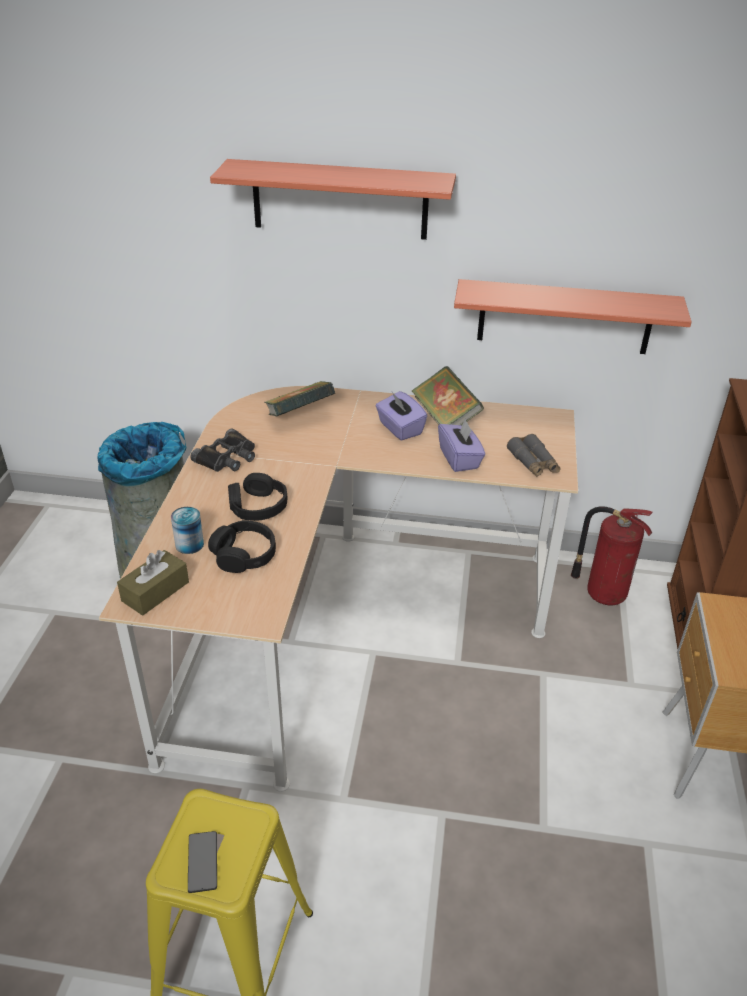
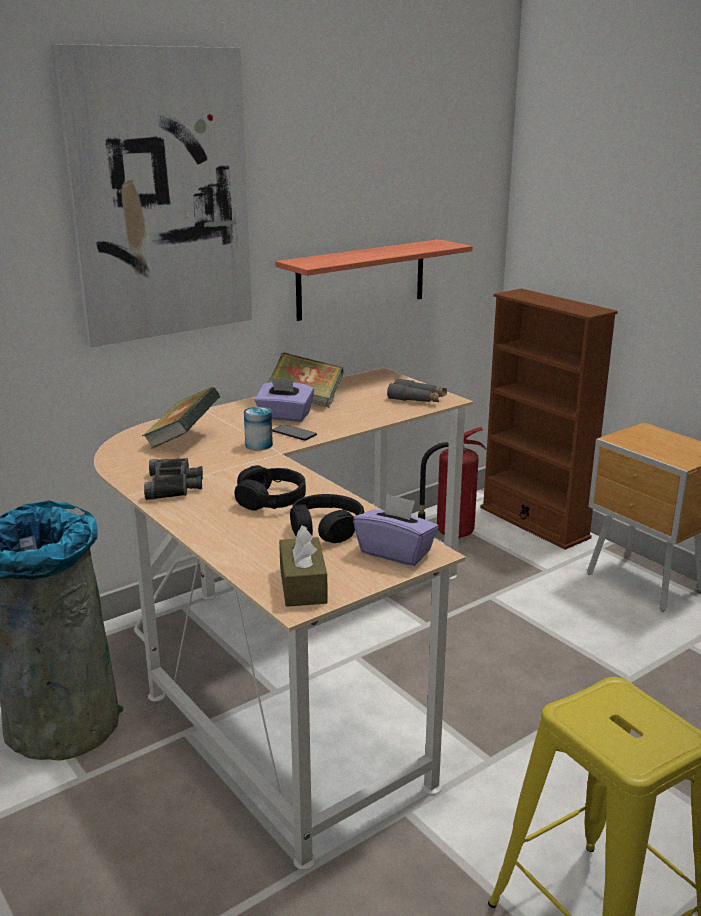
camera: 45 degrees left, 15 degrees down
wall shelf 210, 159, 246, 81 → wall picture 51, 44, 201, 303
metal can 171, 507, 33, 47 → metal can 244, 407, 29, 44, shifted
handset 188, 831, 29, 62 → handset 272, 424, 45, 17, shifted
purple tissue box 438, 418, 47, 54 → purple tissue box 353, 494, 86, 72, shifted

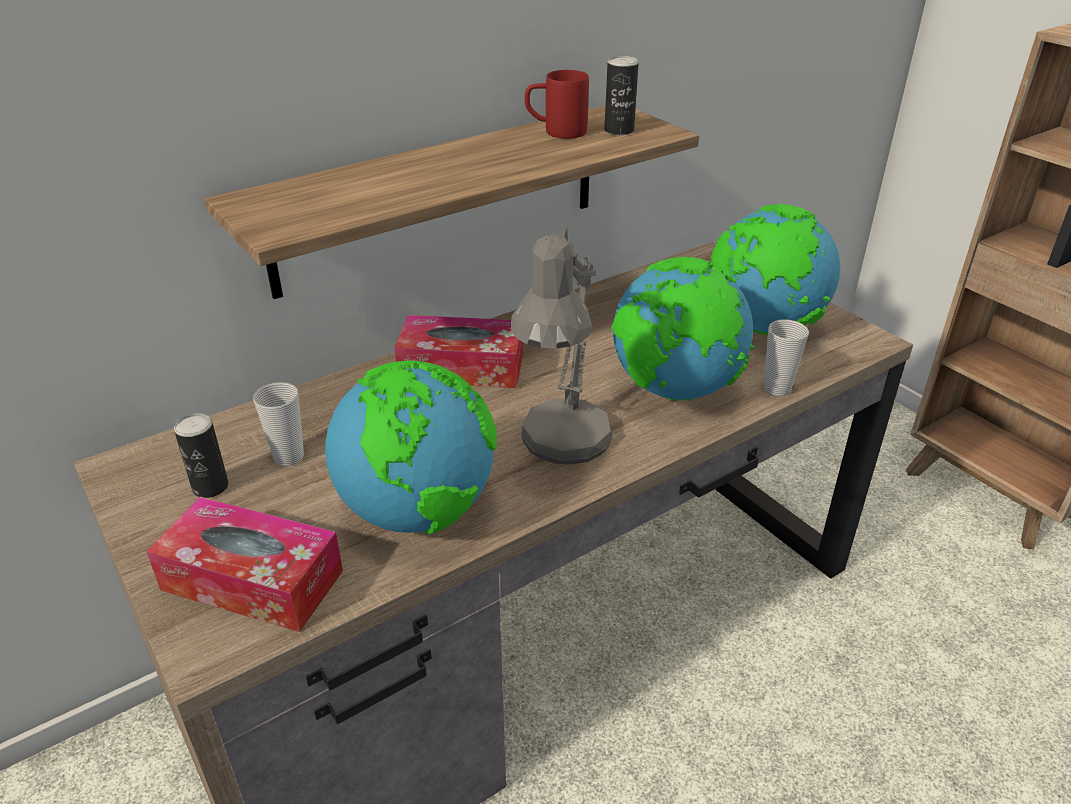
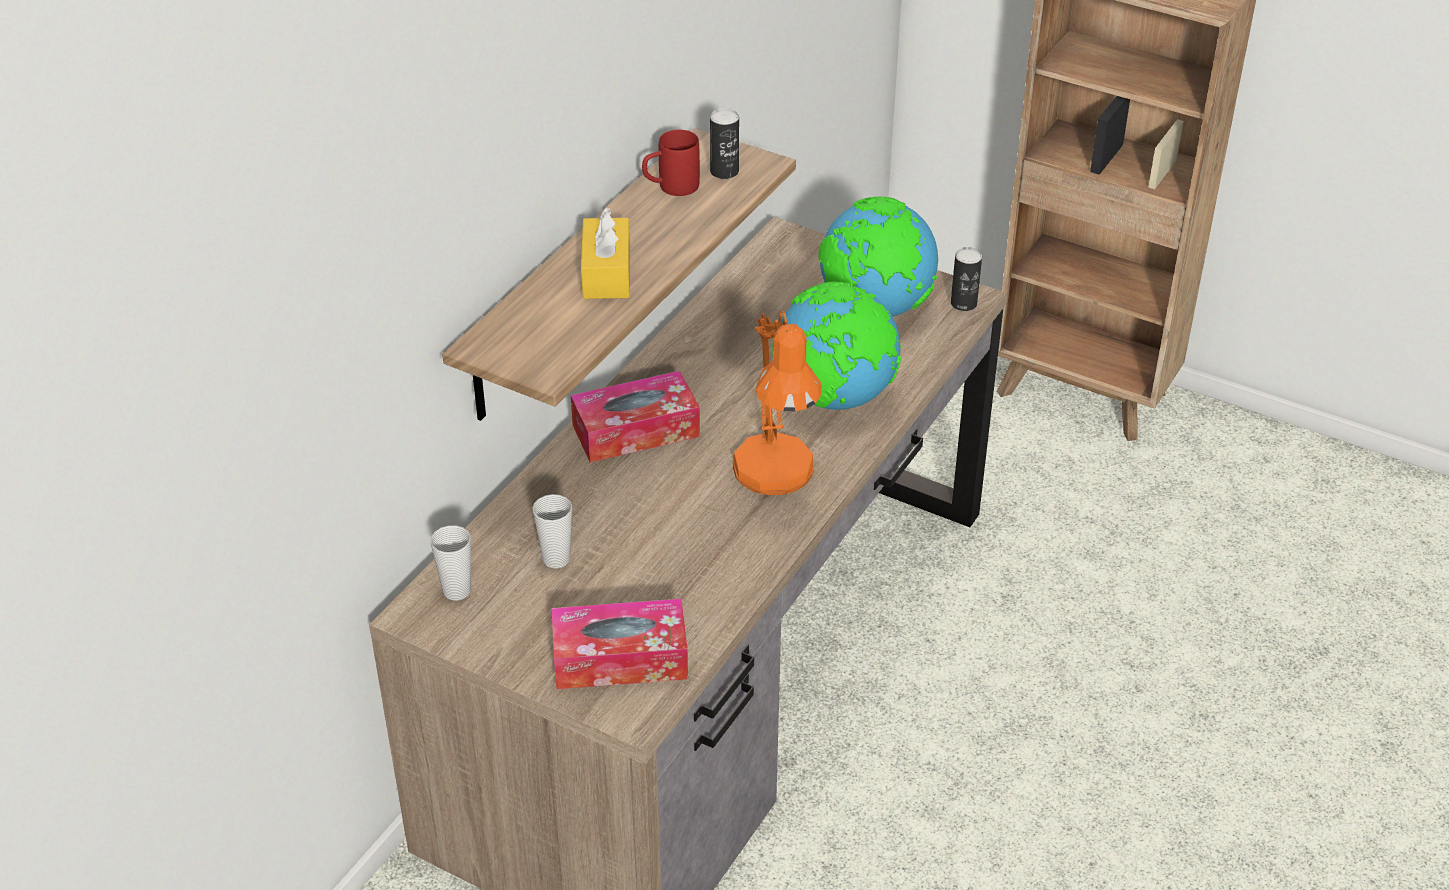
camera: 25 degrees left, 5 degrees up
small cup 764, 319, 45, 77 → small cup 430, 525, 41, 75, shifted
- → yellow tissue box 581, 208, 49, 91
grey table lamp 511, 227, 102, 238 → orangey table lamp 733, 311, 89, 184
metal can 174, 413, 54, 85 → metal can 951, 247, 31, 64, shifted
world globe 325, 361, 172, 173 → -

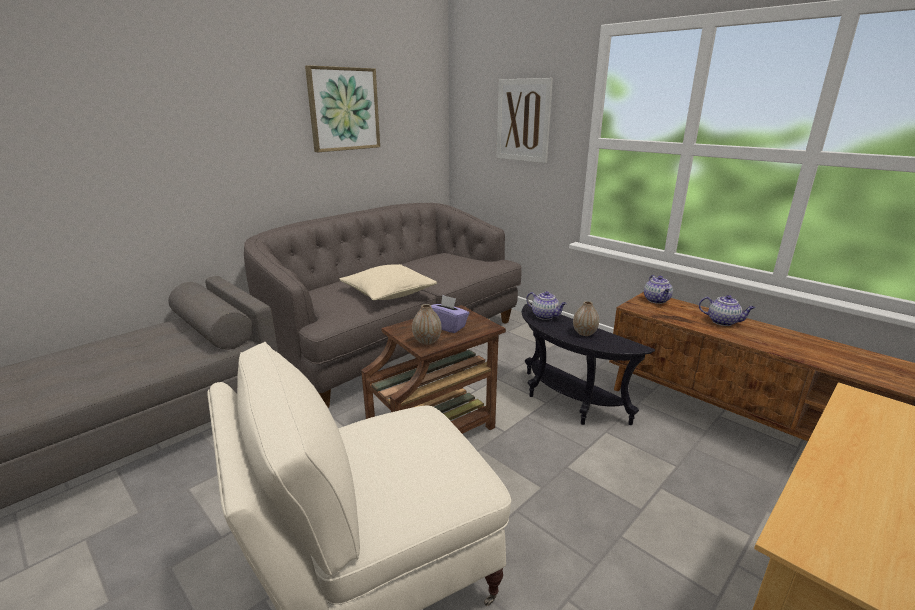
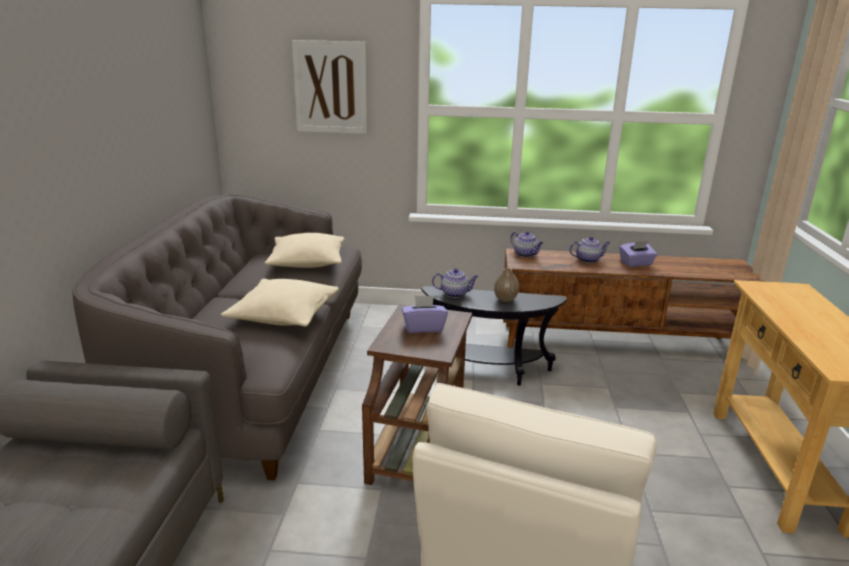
camera: 40 degrees left, 0 degrees up
- → sand-coloured cushion 264, 233, 80, 35
- → purple tissue box 619, 241, 38, 26
wall picture 305, 65, 75, 87 → -
decorative vase 412, 304, 30, 41 → -

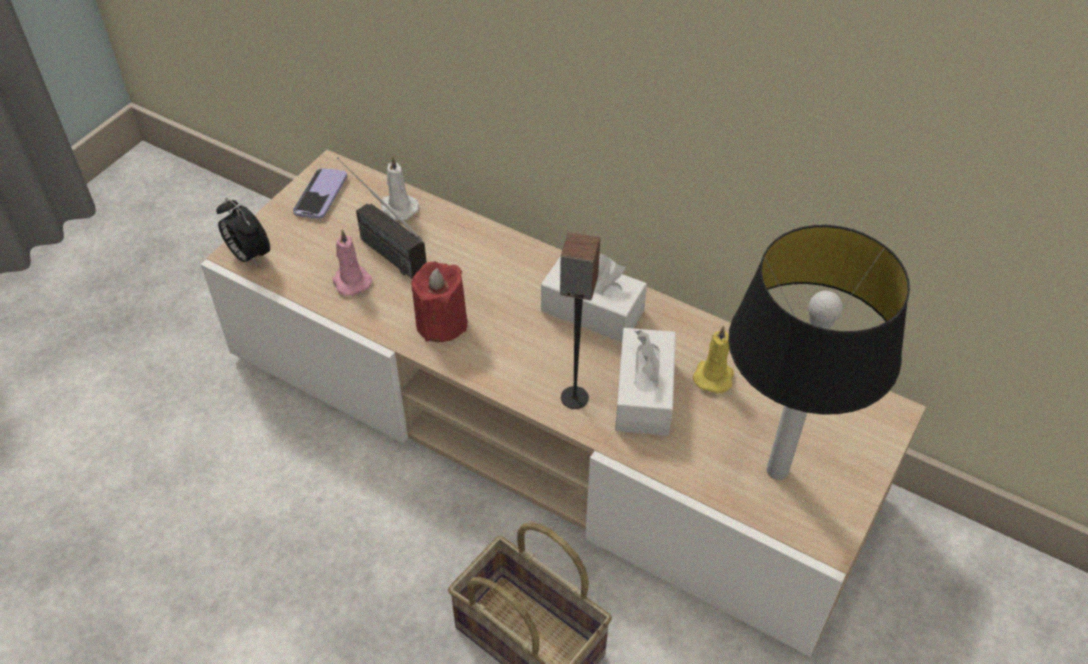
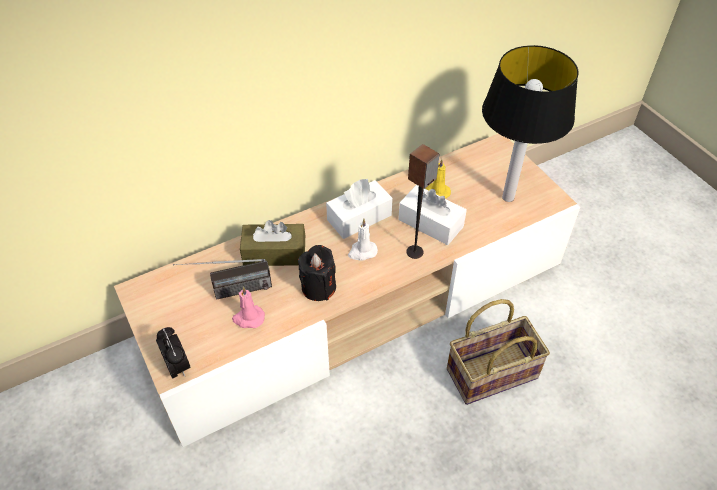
camera: 60 degrees left, 0 degrees up
table clock 216, 198, 54, 69 → table clock 156, 327, 35, 52, 105 degrees counterclockwise
- → brown tissue box 240, 220, 65, 46
reddish wax light 411, 261, 56, 81 → black-coloured wax light 298, 245, 38, 56
white-coloured wax light 381, 156, 38, 65 → white-coloured wax light 348, 219, 30, 42, shifted
handset 293, 168, 54, 51 → -

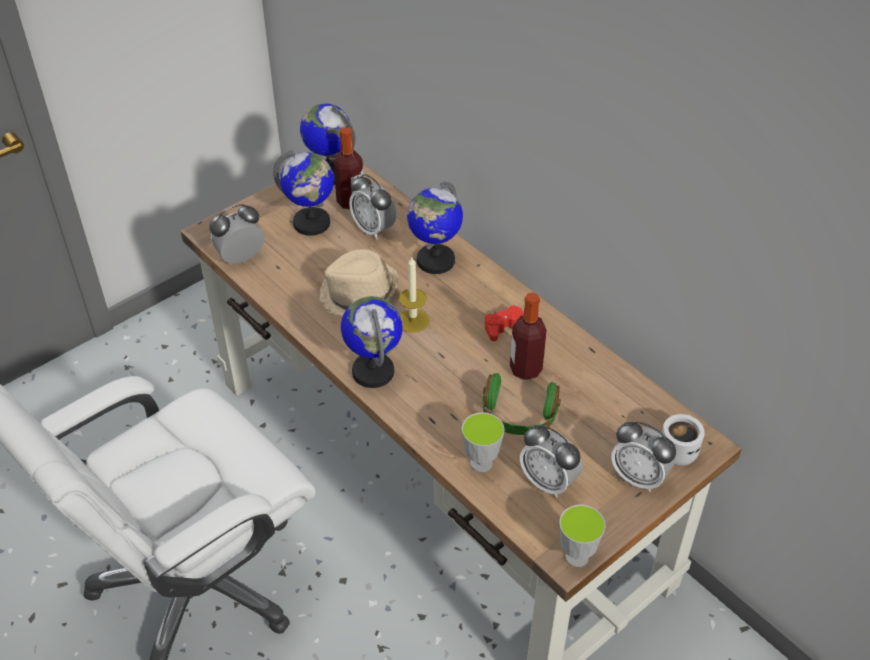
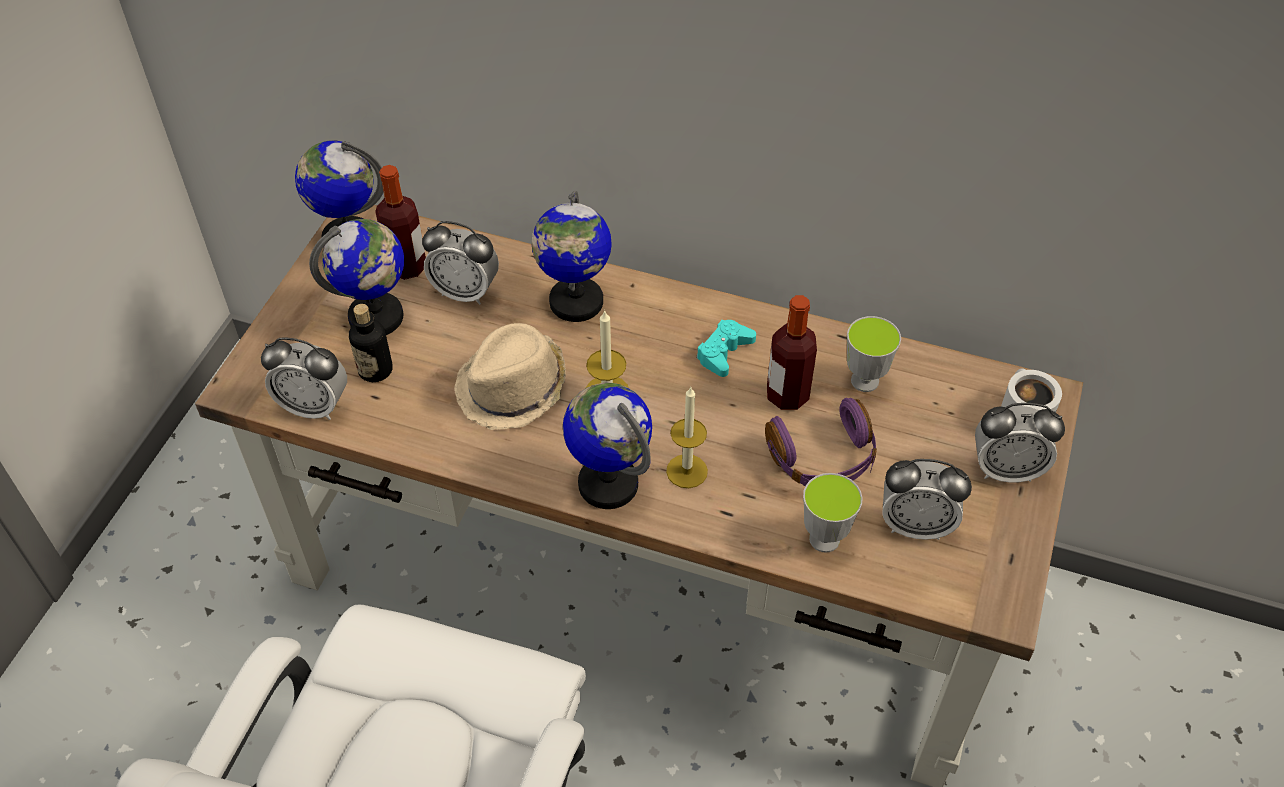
camera: 30 degrees left, 5 degrees up
table clock 209, 204, 55, 60 → table clock 261, 337, 86, 83, 105 degrees counterclockwise
- → beverage bottle 349, 304, 43, 78
- → wax light 666, 386, 42, 102
reddish joypad 485, 305, 39, 36 → turquoise-coloured joypad 696, 320, 60, 57
green-coloured headset 482, 373, 79, 62 → purple headset 765, 398, 112, 88
small cup 559, 505, 47, 62 → small cup 847, 316, 54, 76, shifted

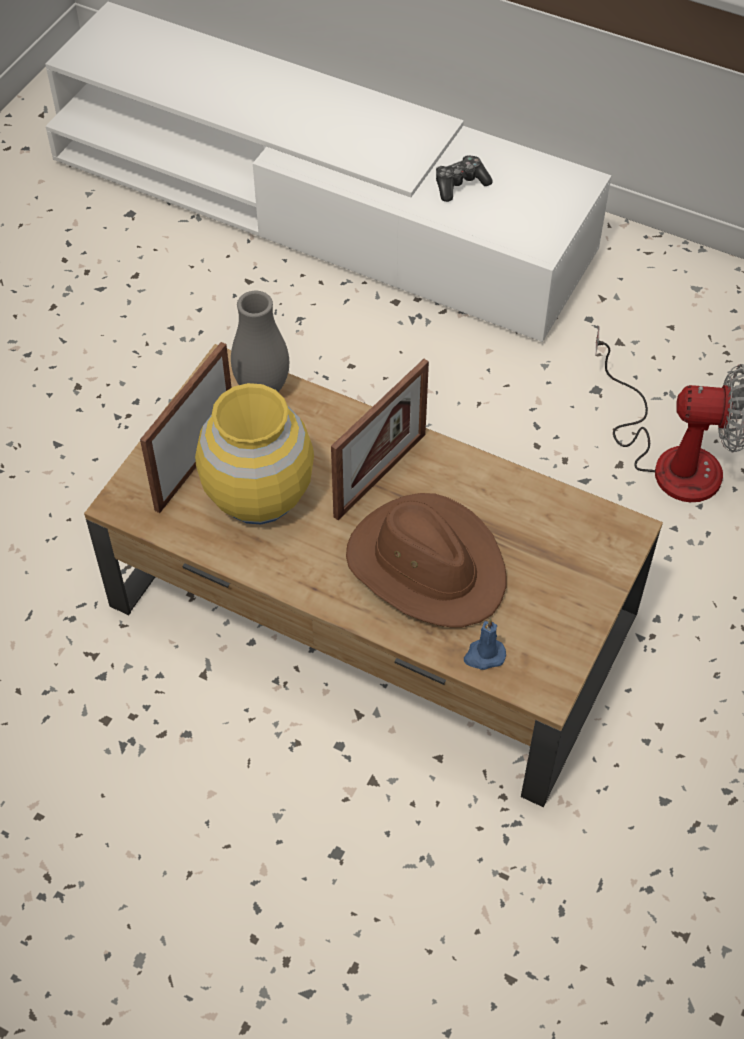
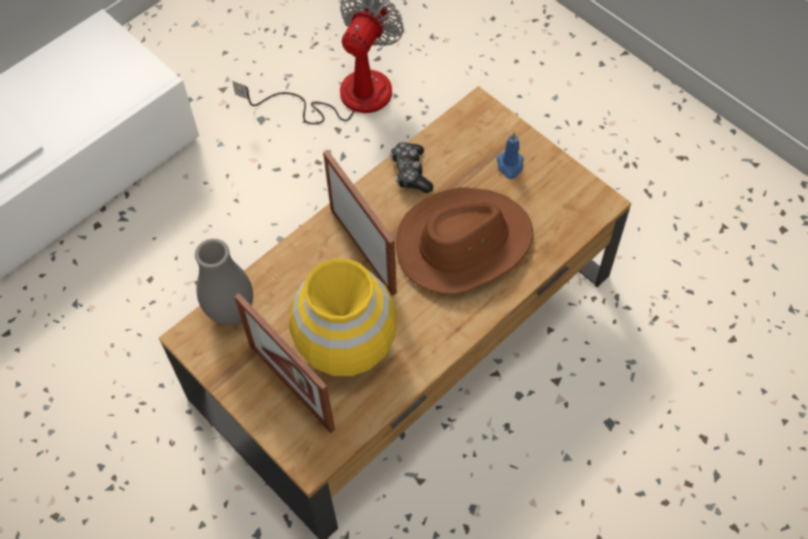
camera: 70 degrees left, 5 degrees up
joypad 436, 155, 57, 47 → joypad 390, 142, 43, 51, shifted
bluish wax light 464, 618, 42, 52 → bluish wax light 497, 132, 27, 47, shifted

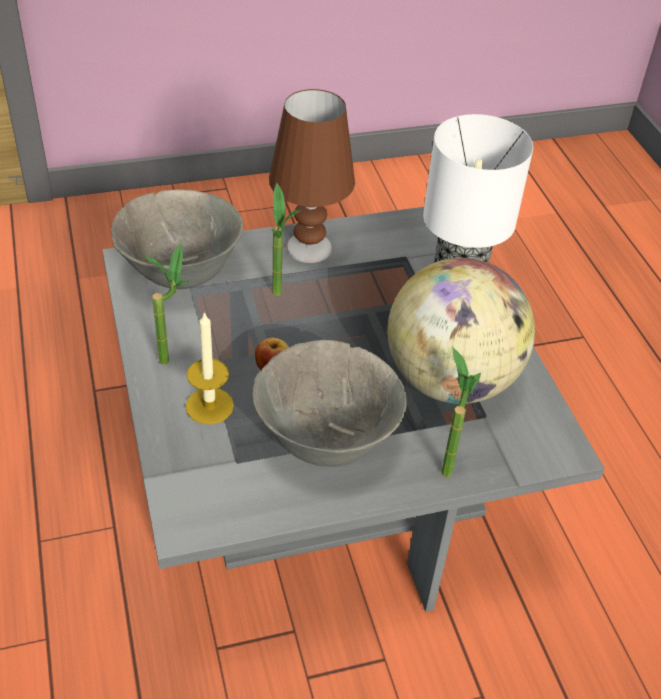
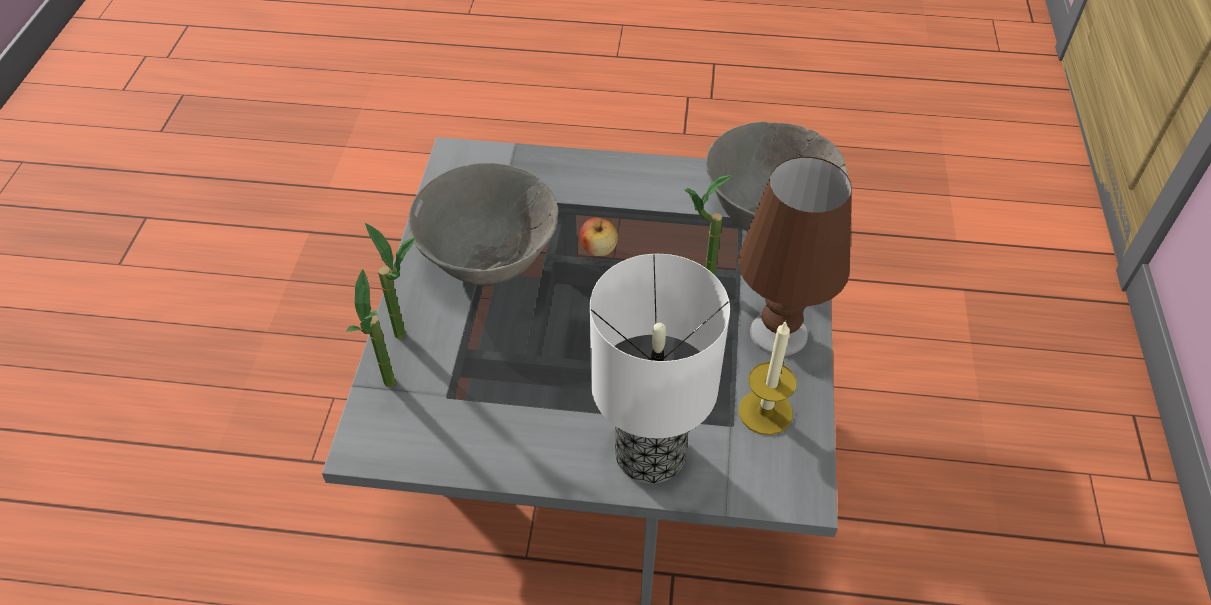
camera: 115 degrees right, 5 degrees up
potted plant 143, 243, 46, 122 → potted plant 346, 269, 50, 118, shifted
wax light 186, 311, 48, 113 → wax light 739, 320, 57, 115, shifted
world globe 388, 258, 147, 146 → -

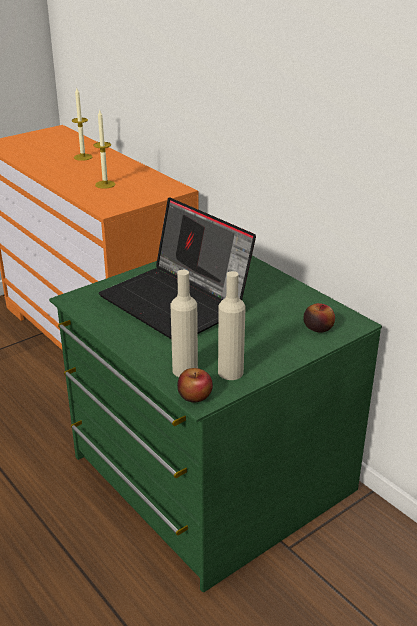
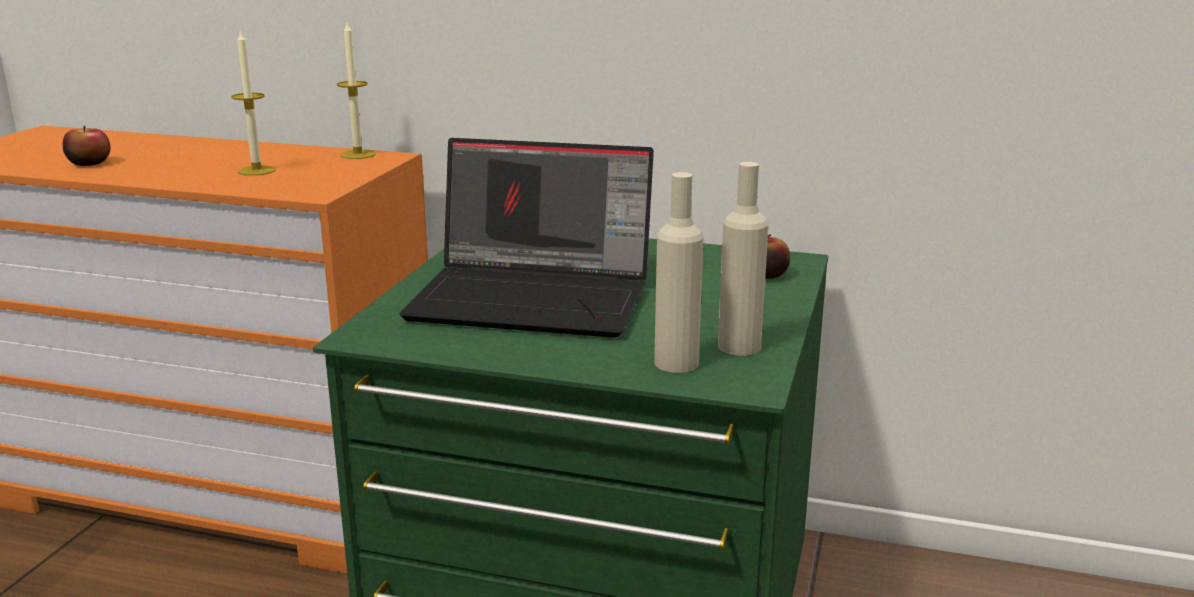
camera: 35 degrees left, 10 degrees down
apple fruit 177, 368, 36, 34 → apple fruit 63, 126, 48, 40, shifted
wax light 72, 88, 20, 73 → wax light 337, 23, 39, 136, shifted

